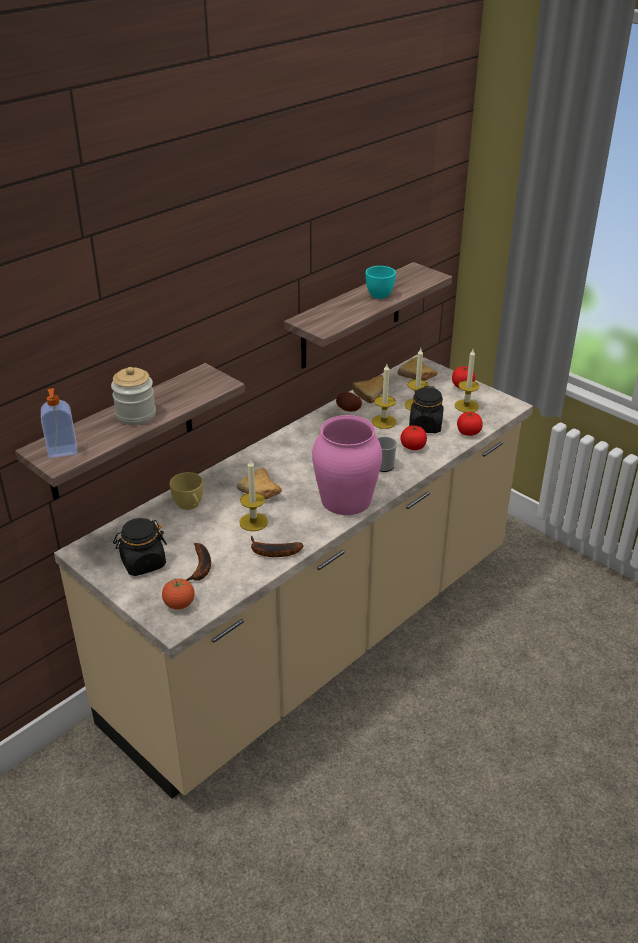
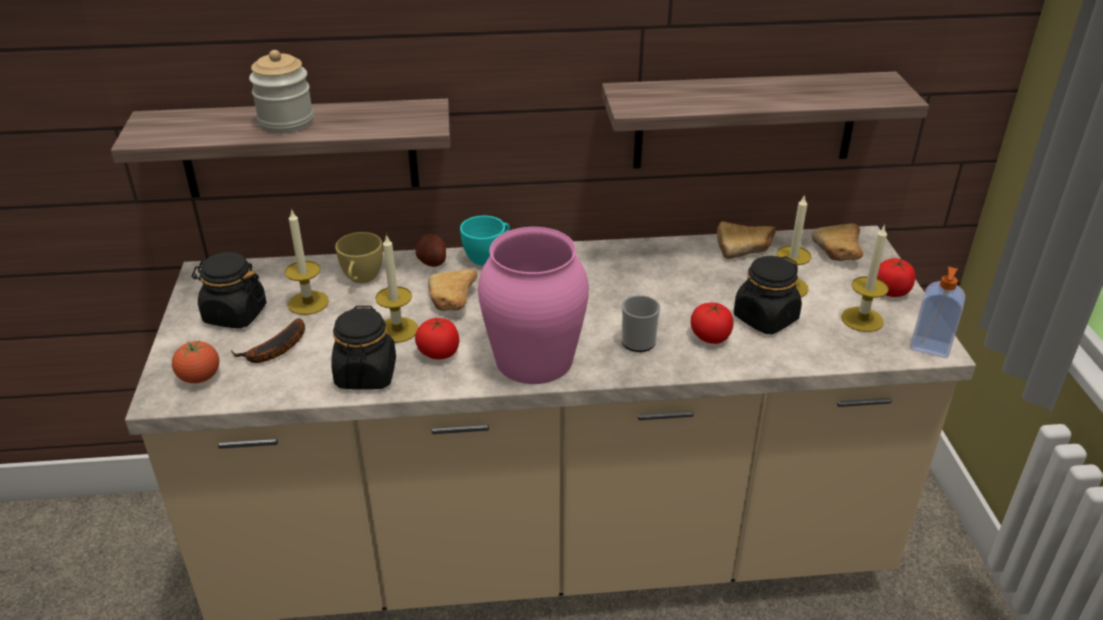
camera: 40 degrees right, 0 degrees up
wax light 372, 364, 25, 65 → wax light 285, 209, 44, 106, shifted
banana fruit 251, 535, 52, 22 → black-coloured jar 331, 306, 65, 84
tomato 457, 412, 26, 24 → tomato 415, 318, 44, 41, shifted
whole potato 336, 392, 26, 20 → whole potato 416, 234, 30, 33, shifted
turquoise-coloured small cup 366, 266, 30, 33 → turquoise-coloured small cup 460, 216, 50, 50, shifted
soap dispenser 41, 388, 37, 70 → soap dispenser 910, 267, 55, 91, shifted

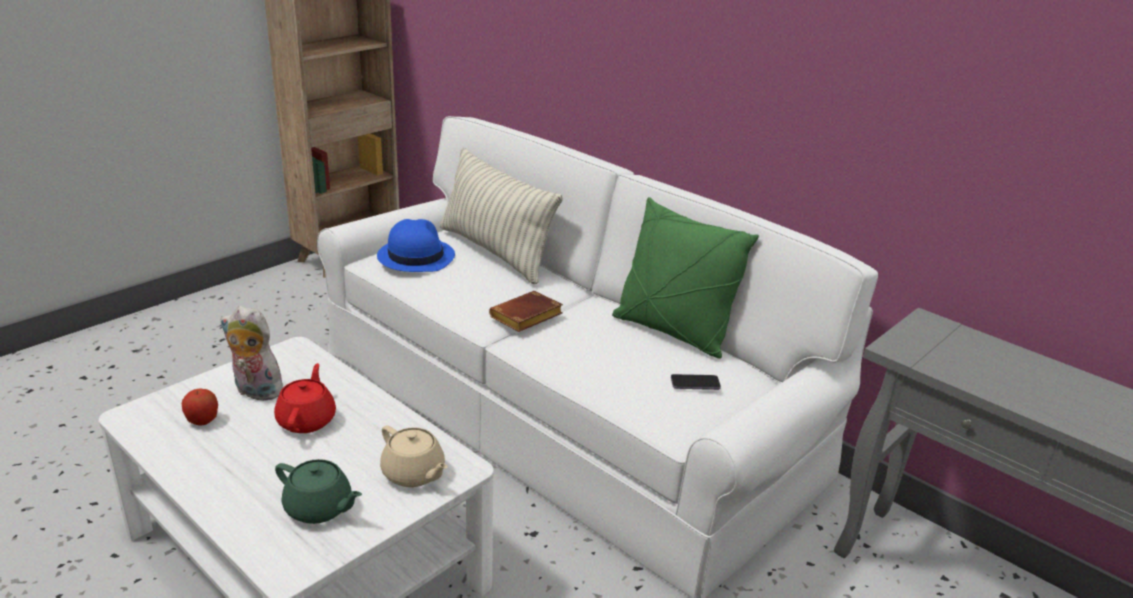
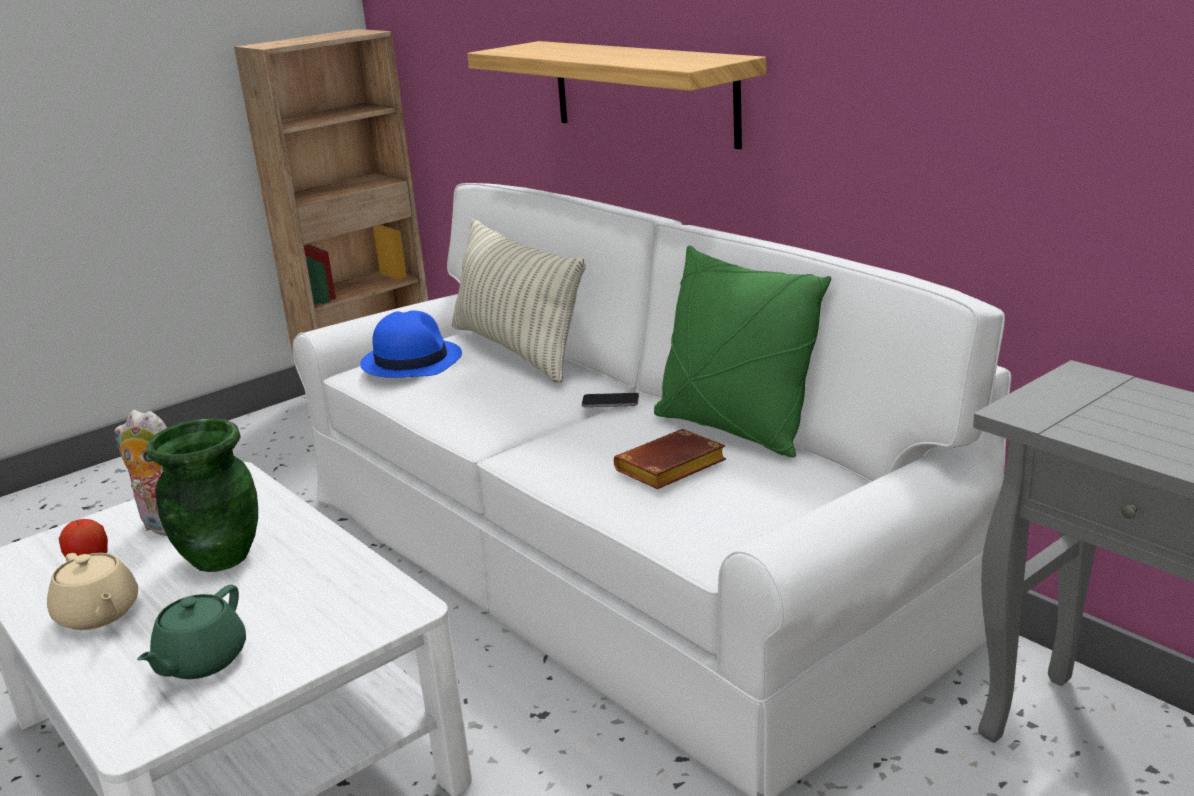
camera: 10 degrees right, 5 degrees down
sand-coloured teapot 380, 425, 68, 62 → sand-coloured teapot 47, 553, 91, 77, shifted
green-coloured teapot 275, 459, 87, 65 → green-coloured teapot 137, 585, 109, 94, 75 degrees clockwise
reddish teapot 274, 363, 62, 70 → green-coloured decorative vase 146, 418, 112, 154
- → wall shelf 467, 41, 299, 108
handset 671, 374, 50, 16 → handset 582, 393, 57, 14, shifted
brown volume 489, 291, 74, 41 → brown volume 614, 429, 112, 60, shifted

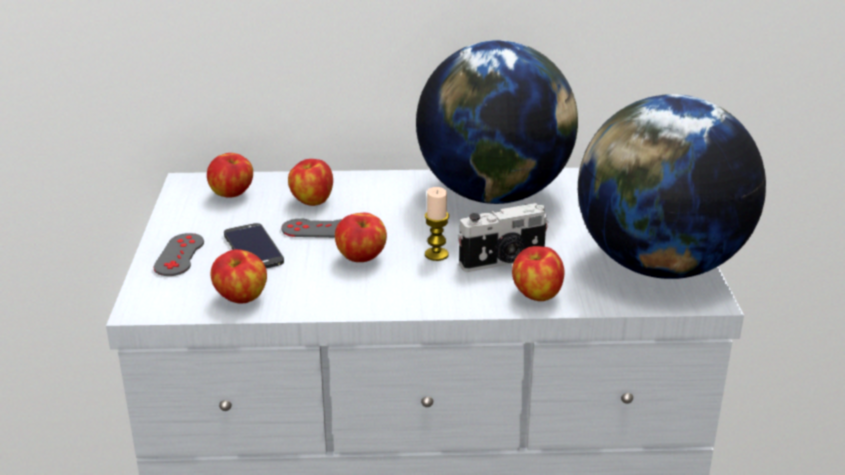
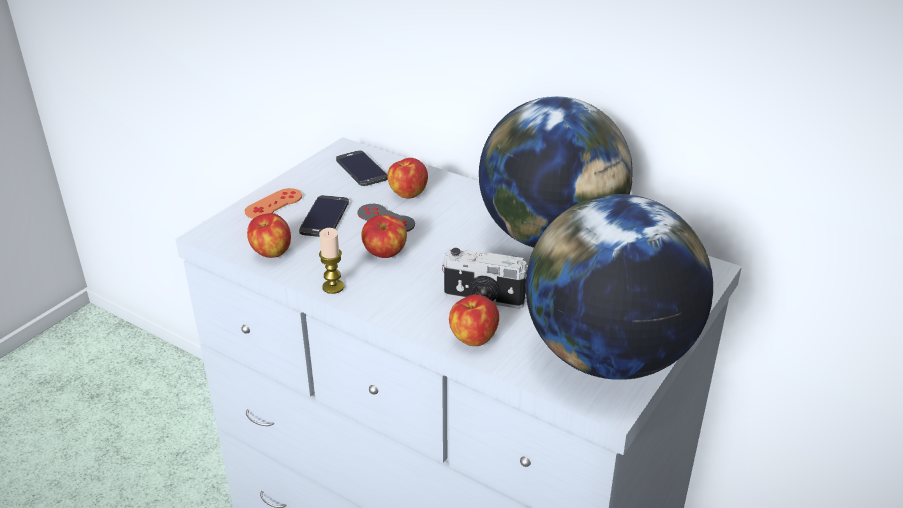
camera: 35 degrees right, 5 degrees up
grey joypad 153, 233, 51, 43 → orangey joypad 245, 188, 57, 31
wax light 425, 187, 24, 74 → wax light 319, 228, 25, 66, shifted
apple fruit 207, 153, 46, 45 → handset 336, 150, 52, 36

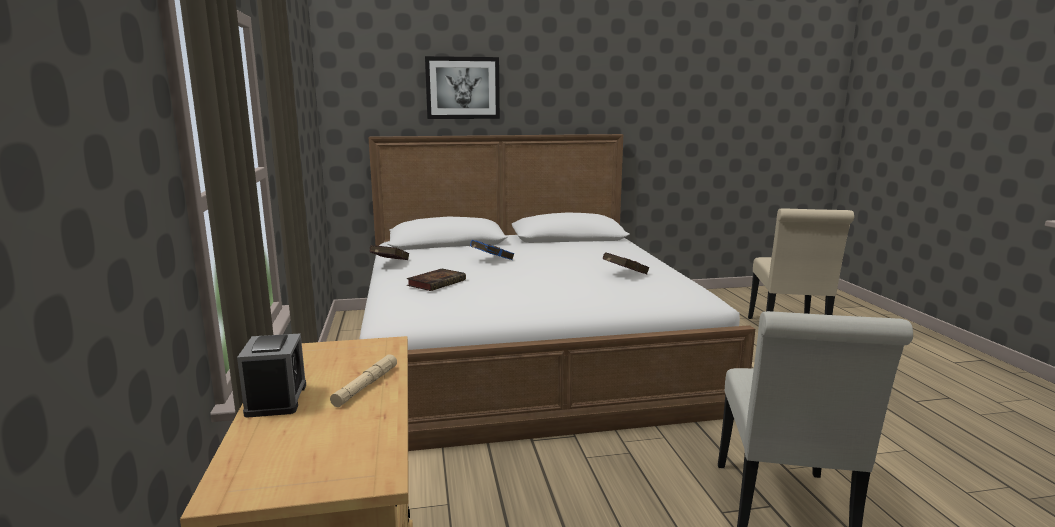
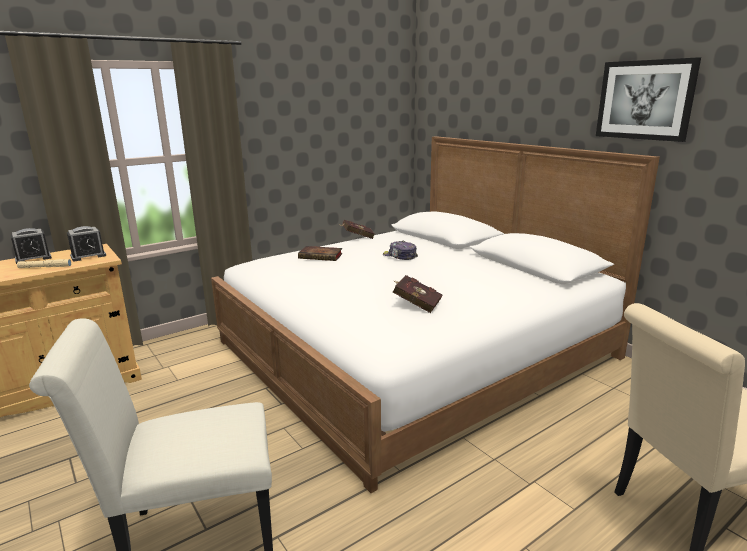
camera: 65 degrees right, 5 degrees up
- → table clock 67, 226, 39, 35
bluish volume 470, 240, 45, 20 → peaked cap 383, 241, 35, 19
wall picture 425, 56, 75, 63 → wall picture 596, 57, 105, 85, shifted

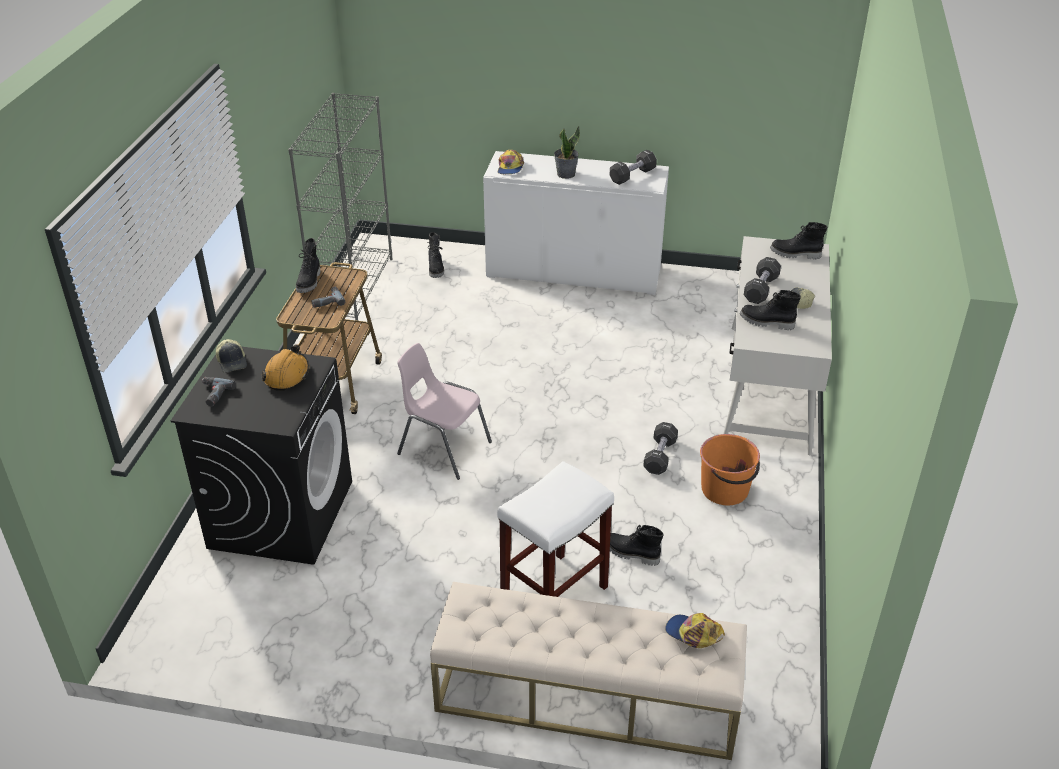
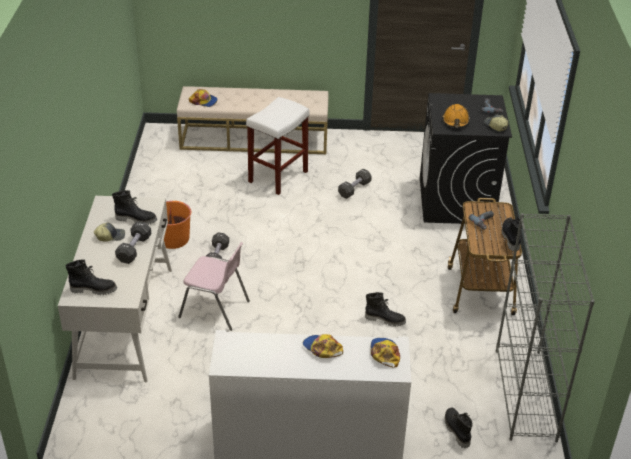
camera: 170 degrees right, 0 degrees up
pinkish upright chair 397, 343, 95, 137 → pinkish upright chair 178, 242, 72, 89, shifted
potted plant 554, 126, 26, 53 → peaked cap 303, 334, 40, 24
black-coloured dumbbell 610, 150, 47, 35 → black-coloured dumbbell 338, 169, 34, 30, shifted
black-coloured boot 610, 525, 54, 41 → black-coloured boot 365, 292, 41, 35, shifted

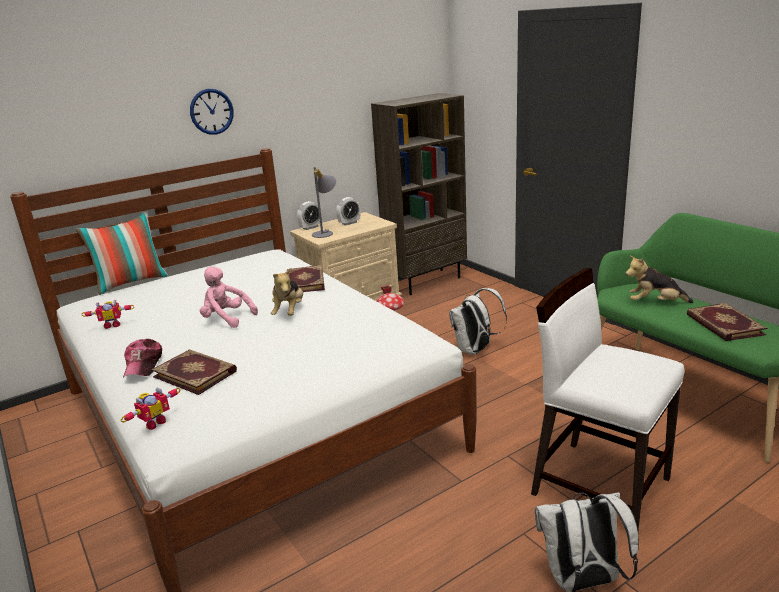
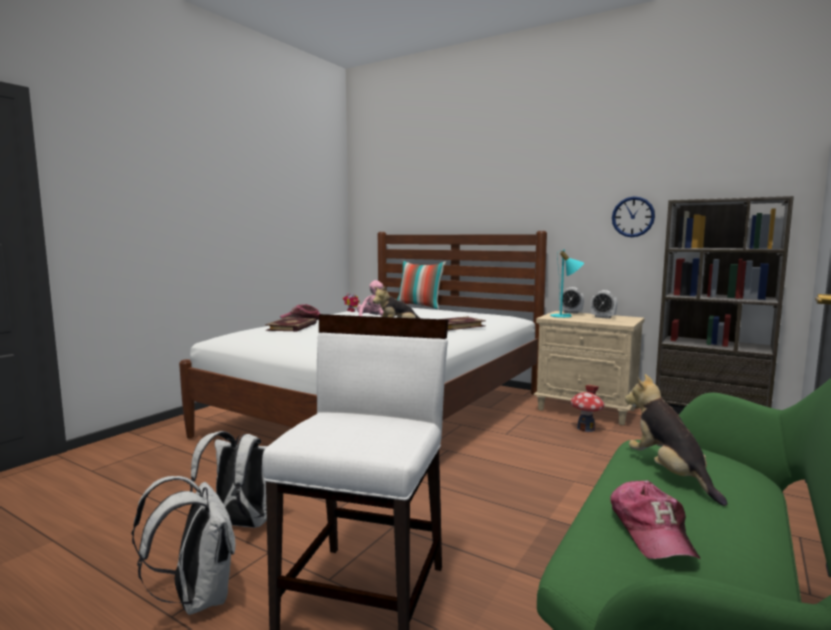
camera: 65 degrees right, 15 degrees down
white-coloured rucksack 449, 288, 58, 67 → white-coloured rucksack 190, 431, 78, 97, shifted
grey table lamp 312, 167, 24, 71 → turquoise-coloured table lamp 550, 250, 34, 68
volume 687, 303, 80, 38 → peaked cap 610, 480, 90, 79
hanging clock 190, 89, 44, 46 → hanging clock 612, 196, 43, 41, shifted
robot figure 121, 388, 60, 42 → -

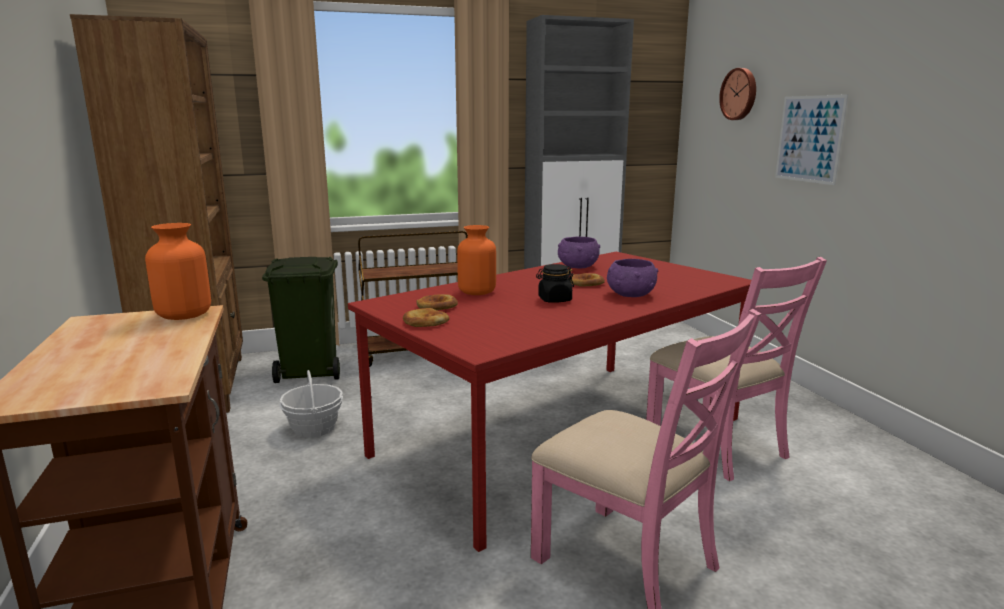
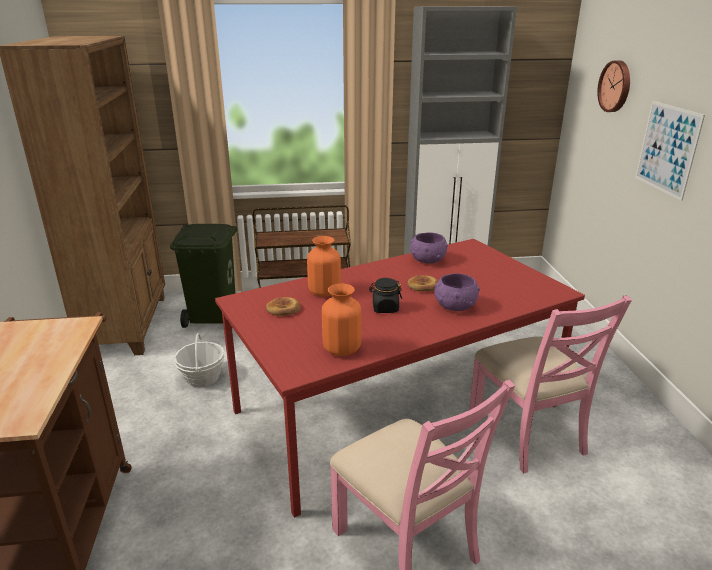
camera: 10 degrees right, 10 degrees up
orangey decorative vase 145, 223, 66, 97 → orangey decorative vase 322, 284, 40, 72, shifted
bread 403, 308, 47, 19 → -

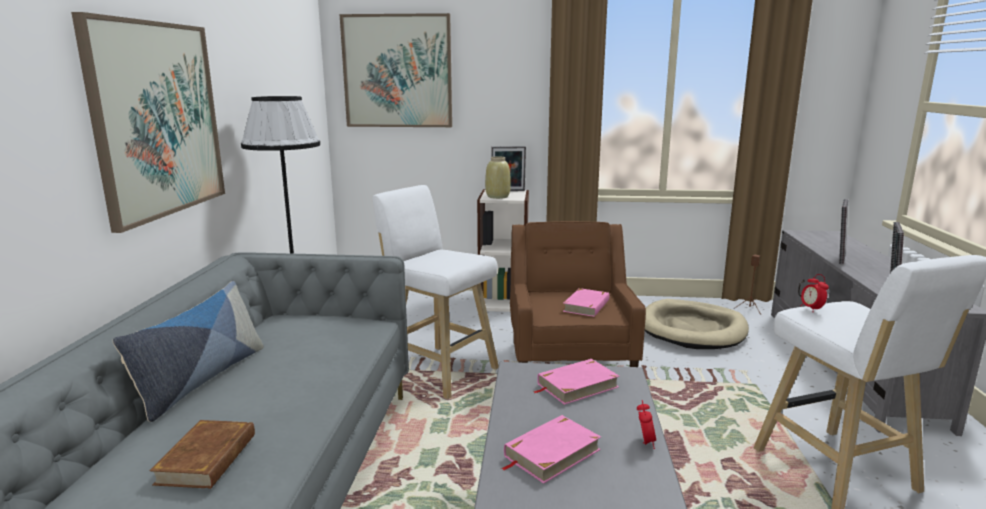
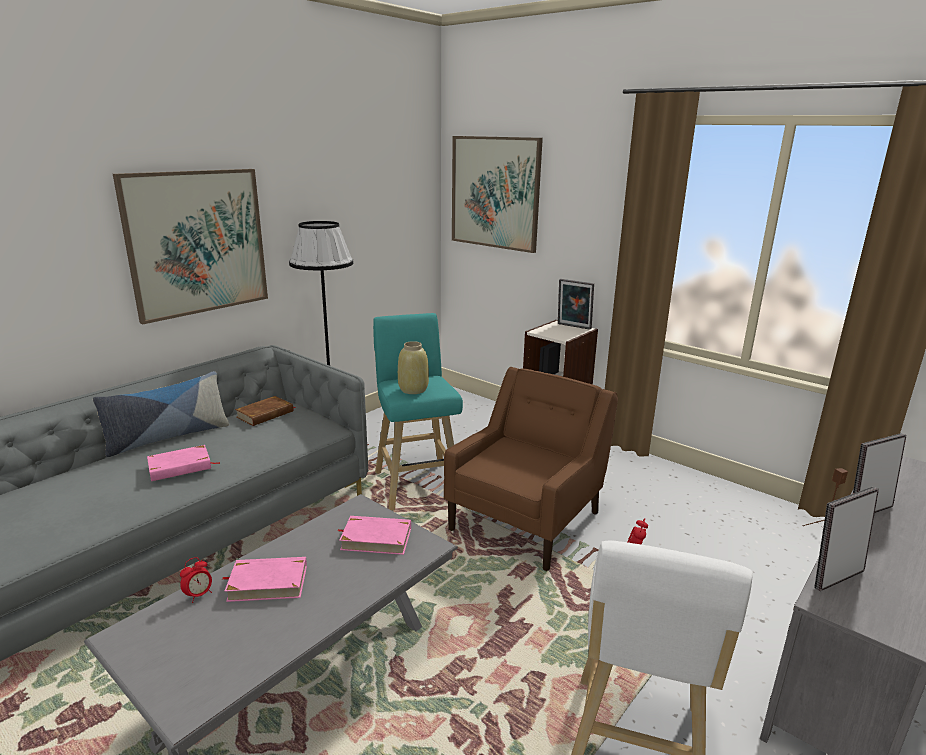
camera: 35 degrees right, 5 degrees up
pinkish volume 563, 288, 46, 29 → pinkish volume 147, 445, 73, 36, shifted
table clock 637, 400, 19, 49 → table clock 180, 557, 32, 46, shifted
brown volume 150, 420, 105, 69 → brown volume 235, 396, 61, 30, shifted
white-coloured stool 373, 185, 125, 214 → turquoise-coloured stool 373, 313, 90, 198
sand-coloured decorative vase 485, 156, 26, 43 → sand-coloured decorative vase 398, 341, 31, 53, shifted
sand-coloured dog bed 645, 299, 104, 50 → -

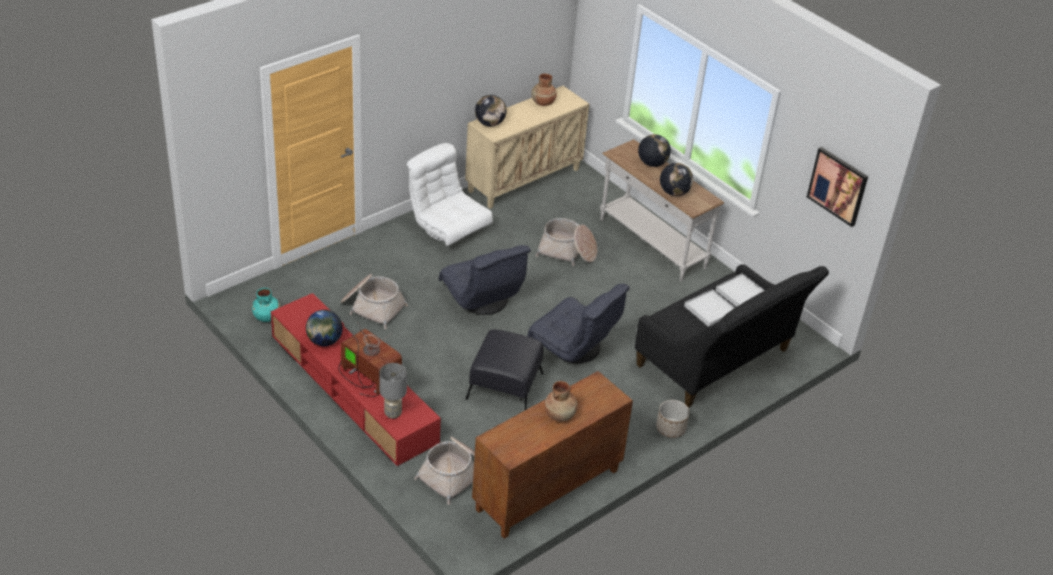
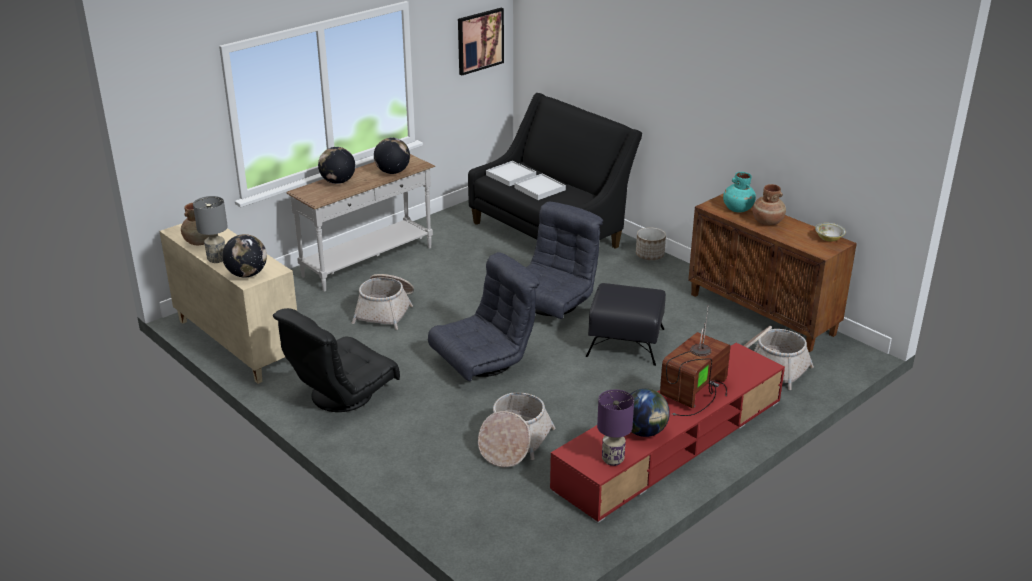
camera: 90 degrees left, 10 degrees down
grey table lamp 379, 363, 28, 56 → grey table lamp 193, 196, 35, 67, shifted
white-coloured easy chair 407, 143, 86, 103 → black-coloured easy chair 273, 308, 127, 104
- → purple table lamp 597, 389, 37, 77
turquoise-coloured decorative vase 252, 288, 29, 34 → turquoise-coloured decorative vase 723, 172, 33, 40, shifted
- → bowl 815, 223, 31, 19

